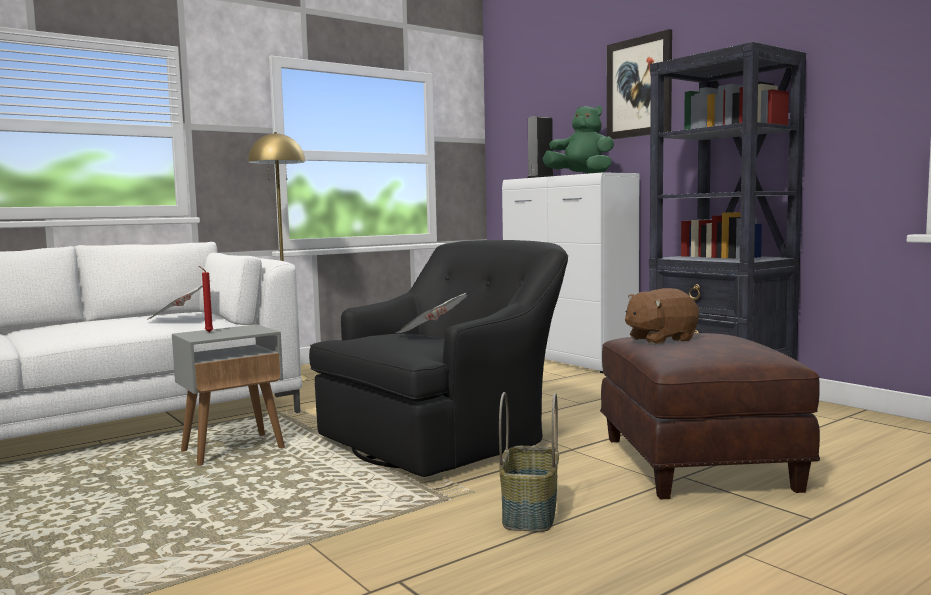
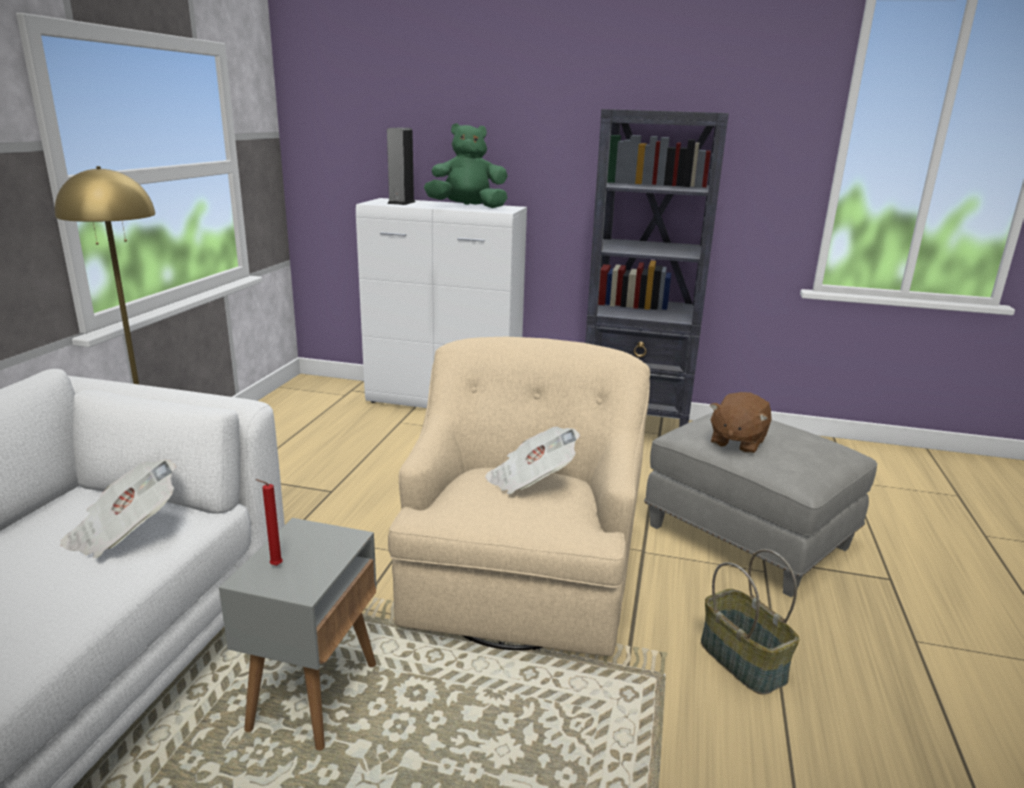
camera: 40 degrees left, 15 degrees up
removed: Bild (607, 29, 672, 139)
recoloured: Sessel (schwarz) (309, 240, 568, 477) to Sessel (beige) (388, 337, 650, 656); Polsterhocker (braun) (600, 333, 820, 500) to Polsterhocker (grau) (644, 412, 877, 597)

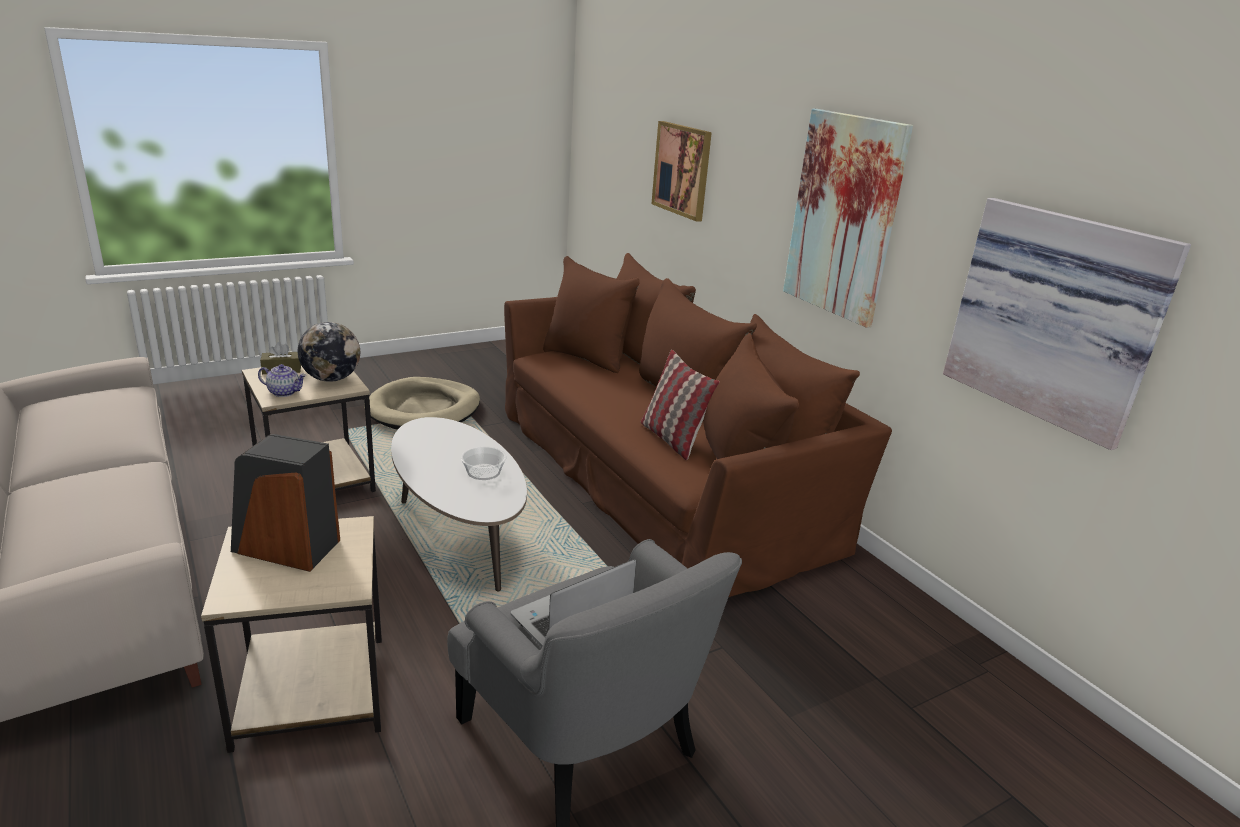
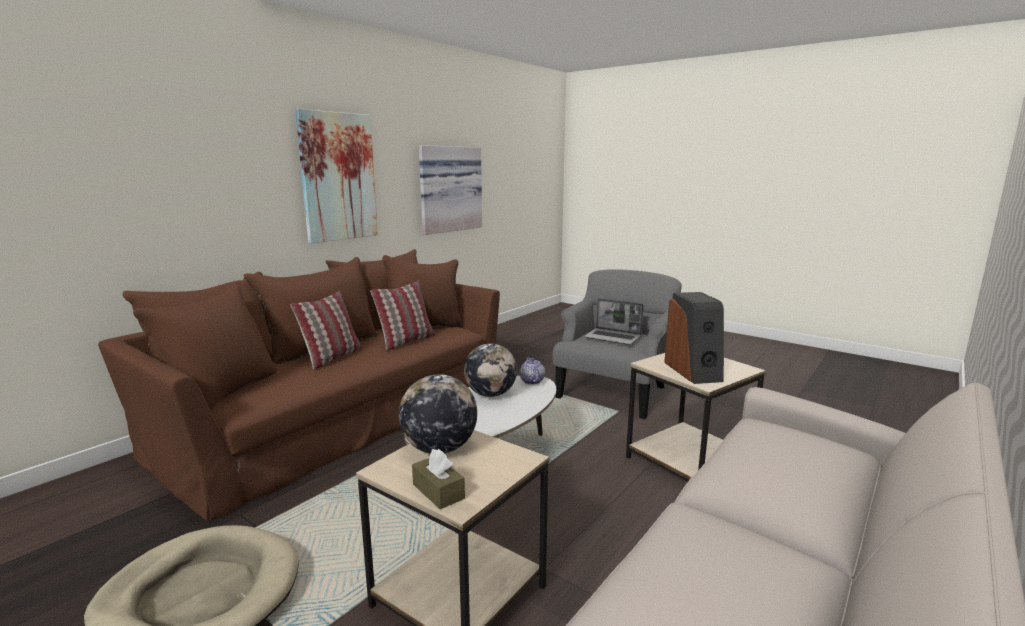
camera: 110 degrees left, 10 degrees down
removed: Bild (651, 121, 712, 222)
added: Kissen (291, 290, 362, 370)
moved: Teekanne (258, 364, 306, 397) to (520, 357, 545, 385)
replaced: Schüssel (461, 446, 507, 480) to Globus (464, 343, 517, 397)

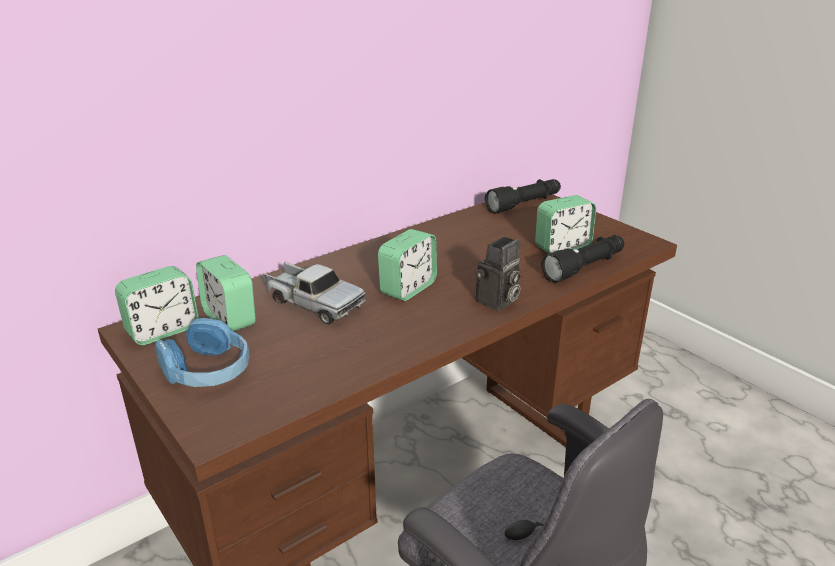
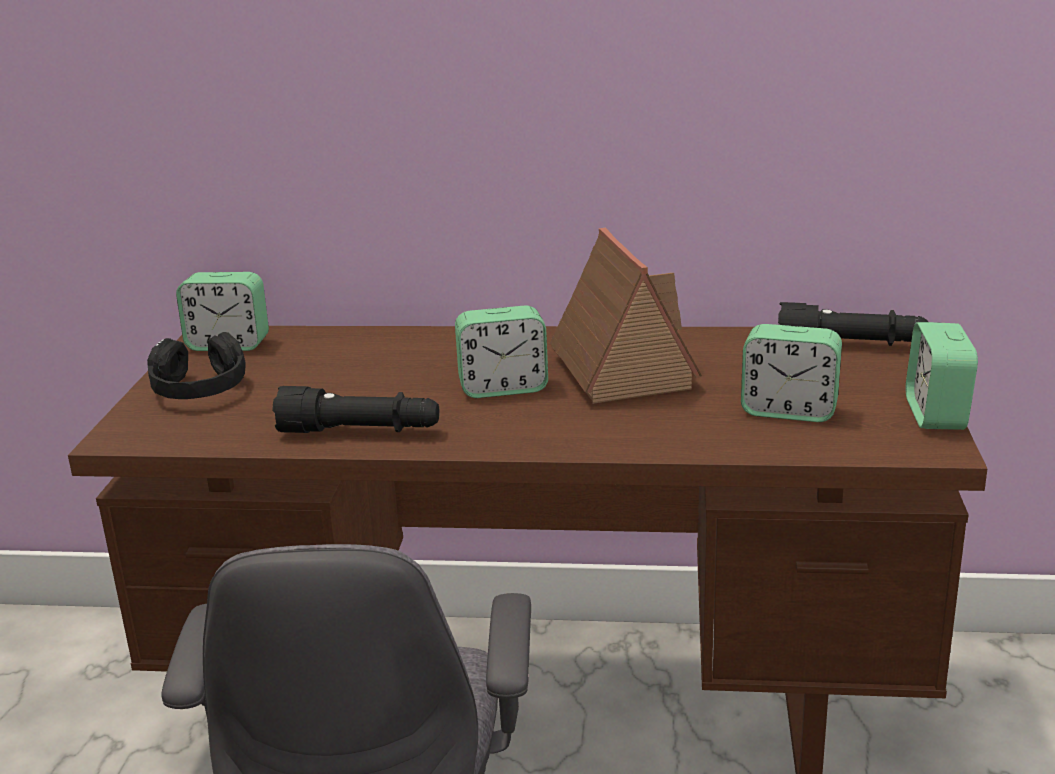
camera: 45 degrees right, 5 degrees down
removed: Spielzeuglaster (263, 262, 366, 324); Kamera (476, 236, 521, 311)
added: Spielzeughaus (550, 228, 702, 404)
moved: Wecker (196, 255, 256, 331) to (906, 322, 978, 430); Taschenlampe (schwarz) (541, 235, 624, 283) to (272, 386, 440, 433)
recoloured: Kopfhörer (blau) (155, 318, 250, 387) to Kopfhörer (schwarz) (147, 332, 246, 399)

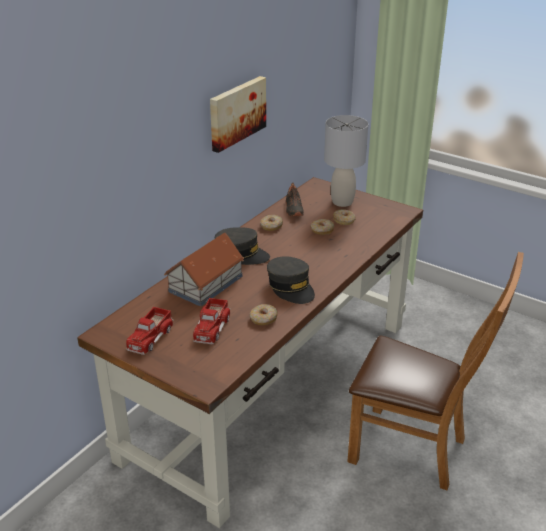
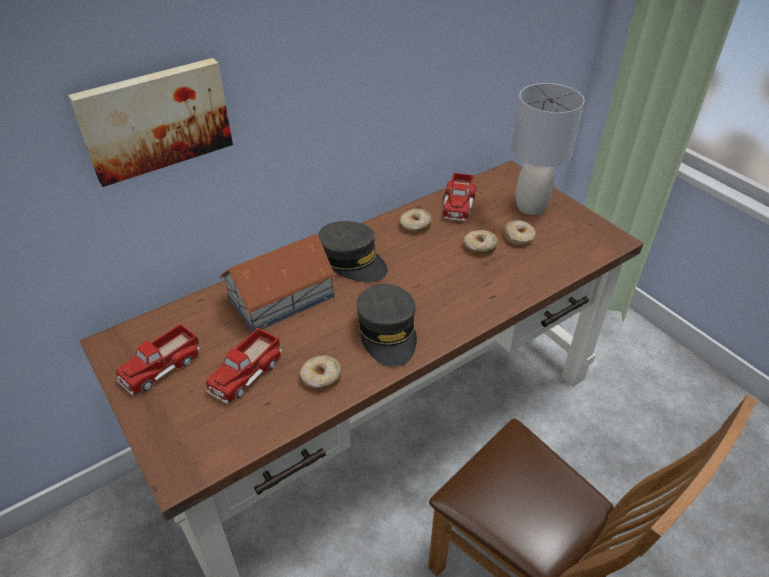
camera: 20 degrees right, 10 degrees up
moved: Bild (210, 76, 266, 153) to (68, 58, 233, 187)
replaced: Schuh (schwarz) (286, 183, 304, 216) to Spielzeuglaster (443, 173, 476, 221)

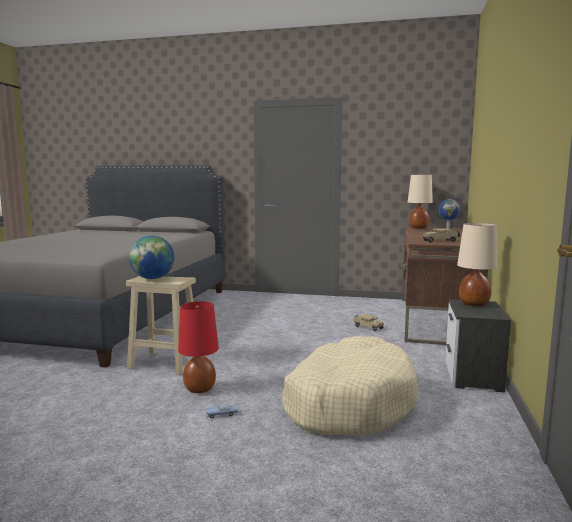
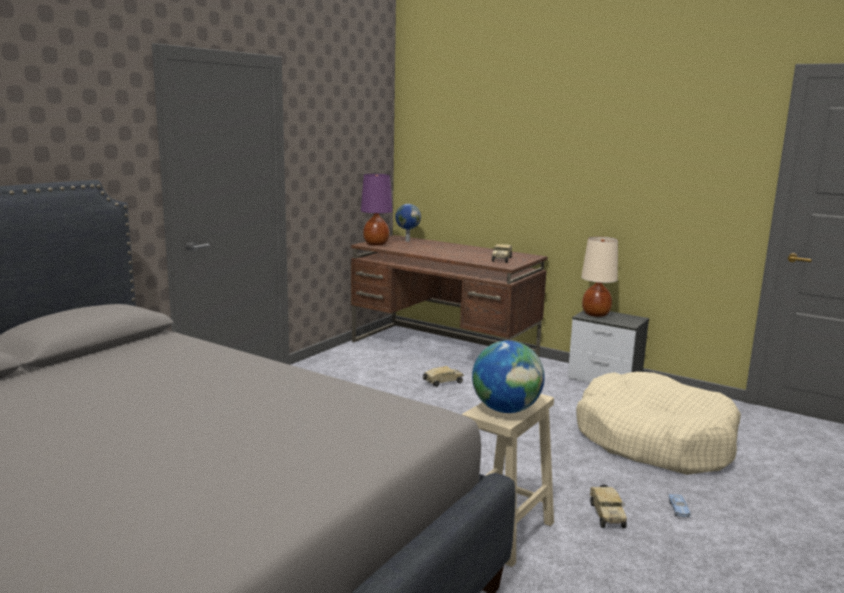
camera: 70 degrees left, 5 degrees up
replaced: Tischlampe (rot) (178, 301, 219, 393) to Spielzeuglaster (590, 484, 627, 528)
recoloured: Tischlampe (beige) (408, 175, 433, 229) to Tischlampe (lila) (361, 174, 392, 245)

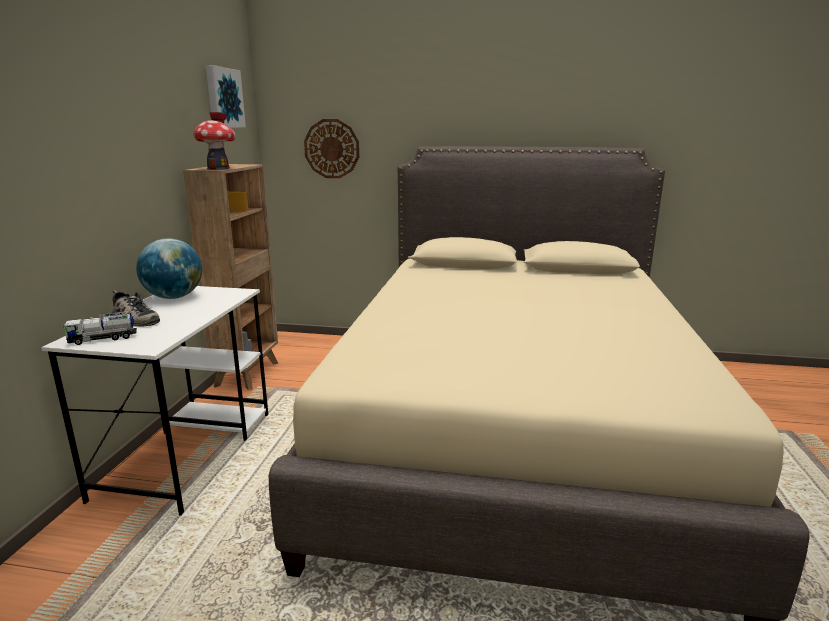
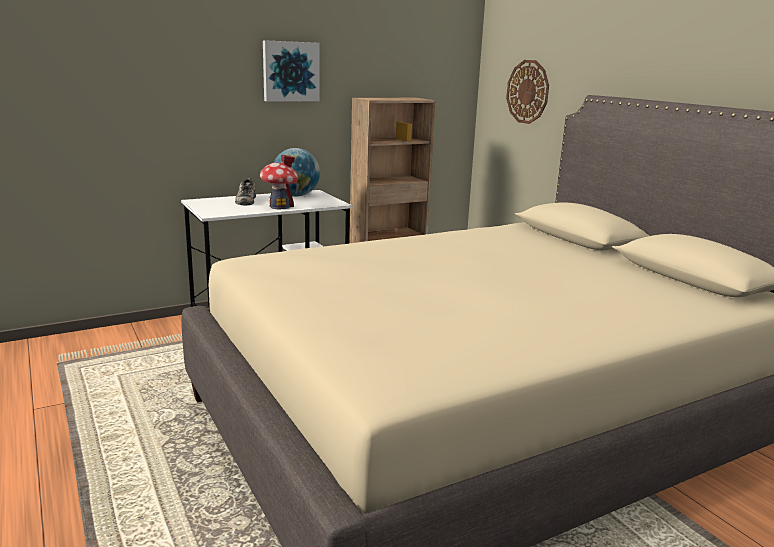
camera: 50 degrees right, 0 degrees up
removed: Spielzeuglaster (63, 311, 137, 345)
moved: Spielzeughaus (193, 112, 236, 170) to (260, 155, 298, 209); Bild (206, 65, 246, 128) to (263, 40, 320, 101)

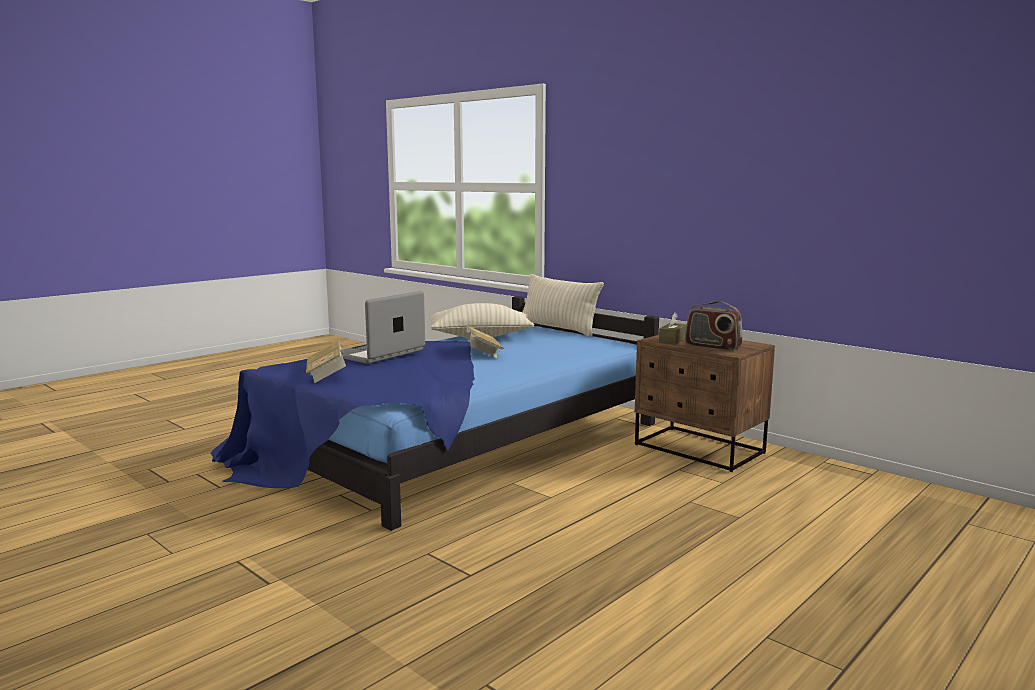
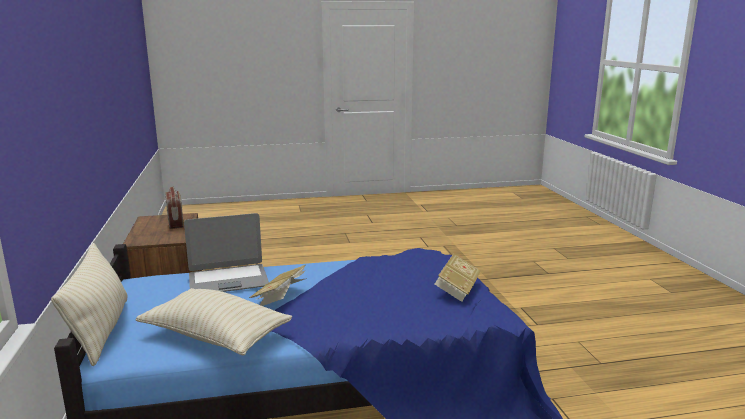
camera: 145 degrees left, 5 degrees up
removed: Taschentuchbox (braun) (659, 313, 686, 345)
moved: Laptop (341, 291, 425, 364) to (184, 213, 269, 292)

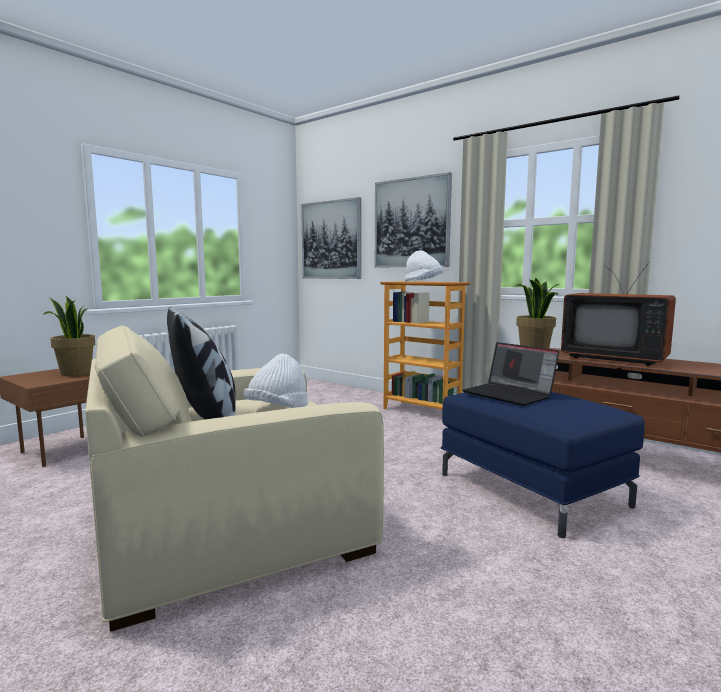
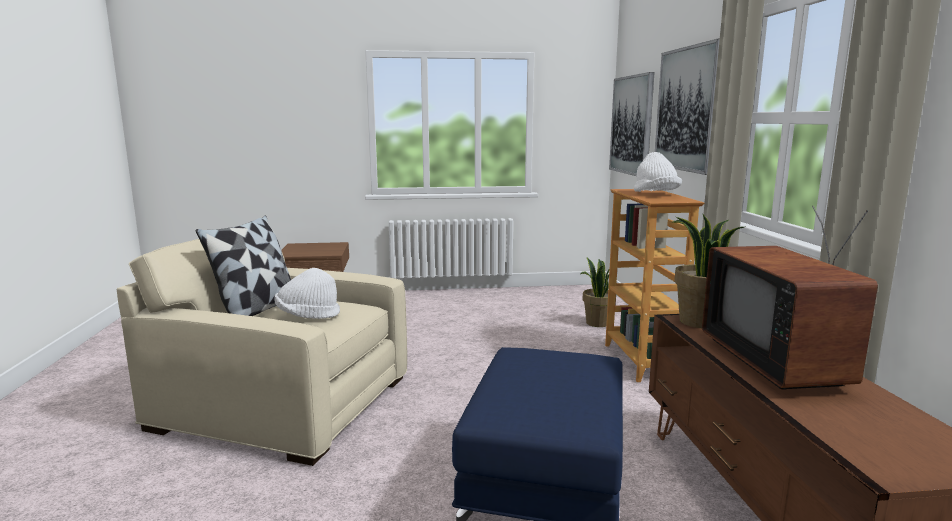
camera: 45 degrees right, 5 degrees up
removed: Laptop (462, 342, 559, 406)
moved: Topfpflanze (43, 296, 95, 376) to (580, 257, 616, 327)

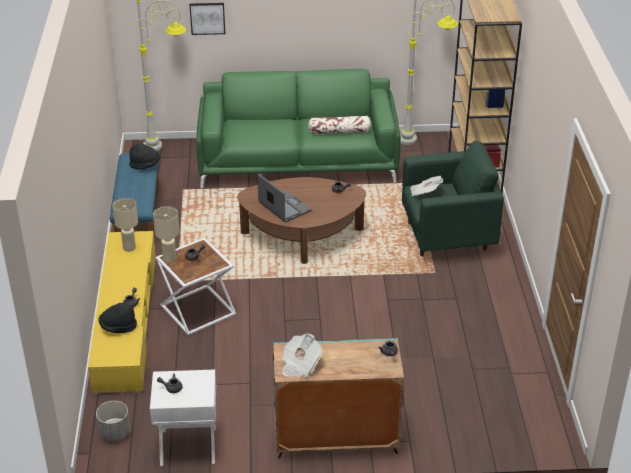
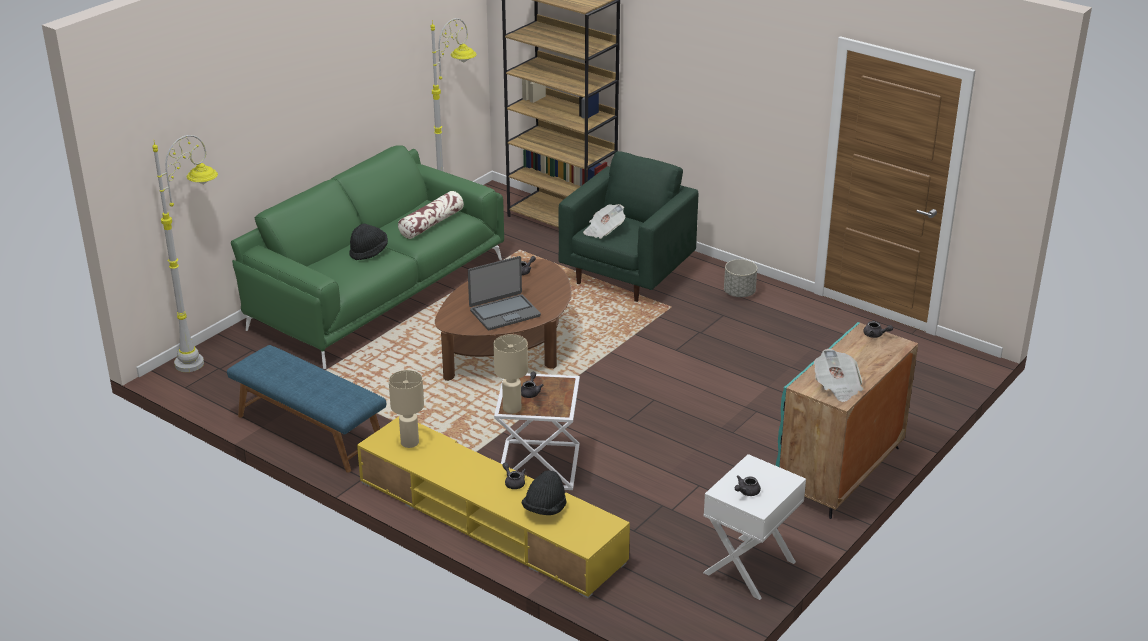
camera: 50 degrees left, 5 degrees down
removed: Bild (190, 3, 225, 35)
moved: Pflanzkübel (grau) (96, 401, 130, 441) to (724, 259, 757, 297); Hut (schwarz) (129, 143, 160, 169) to (349, 224, 388, 260)
turned: Laptop (257, 174, 311, 222) = (468, 256, 541, 330) 150 degrees clockwise

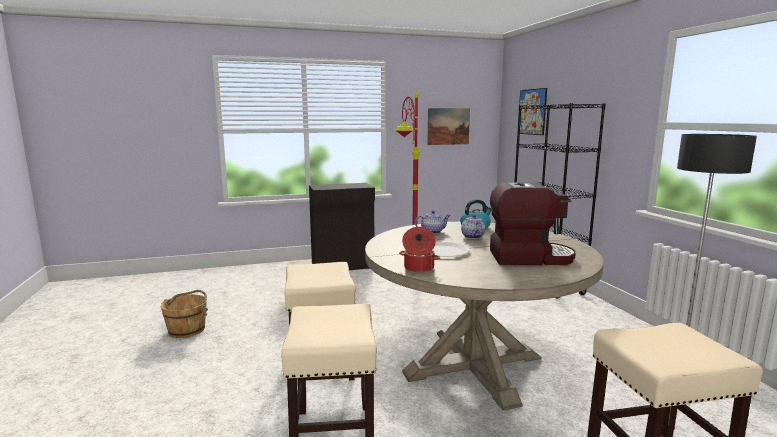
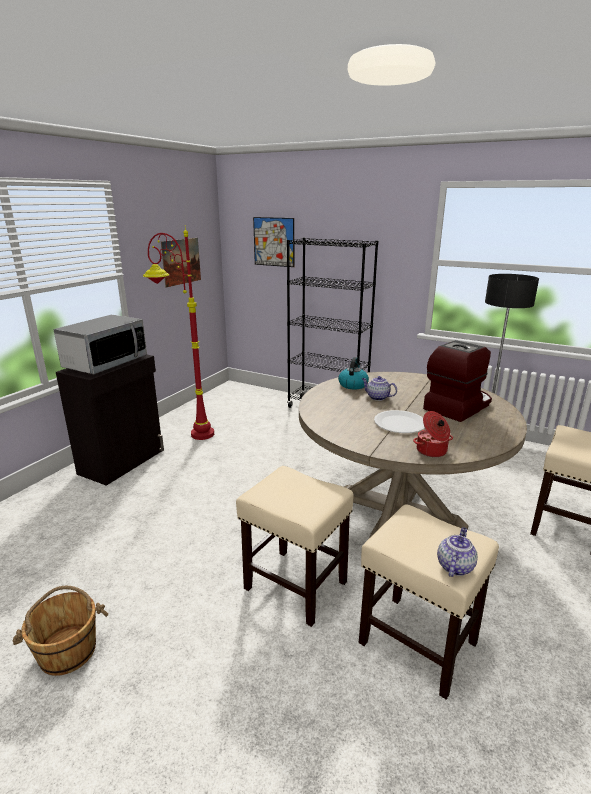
camera: 45 degrees left, 10 degrees up
added: Mikrowelle (53, 315, 147, 374)
moved: Teekanne (415, 211, 450, 234) to (437, 527, 478, 577)

